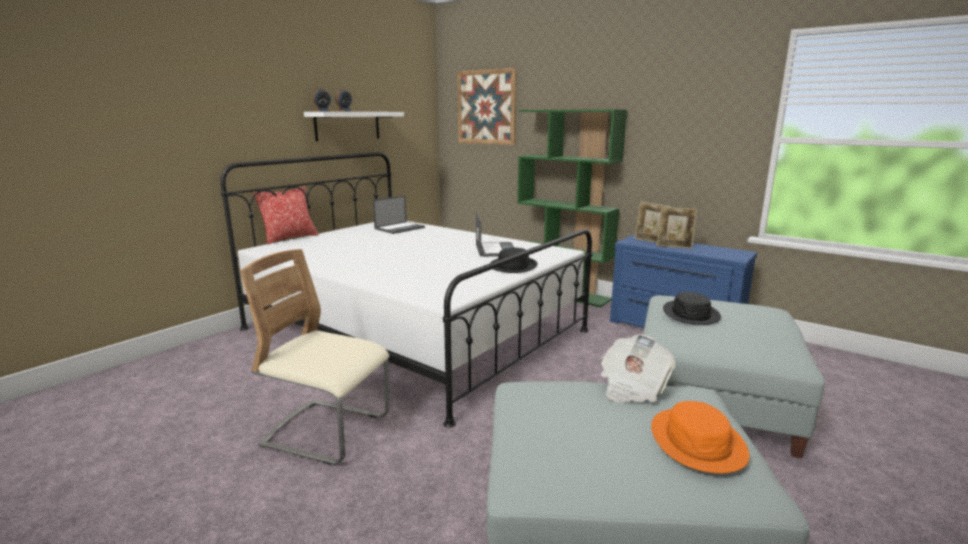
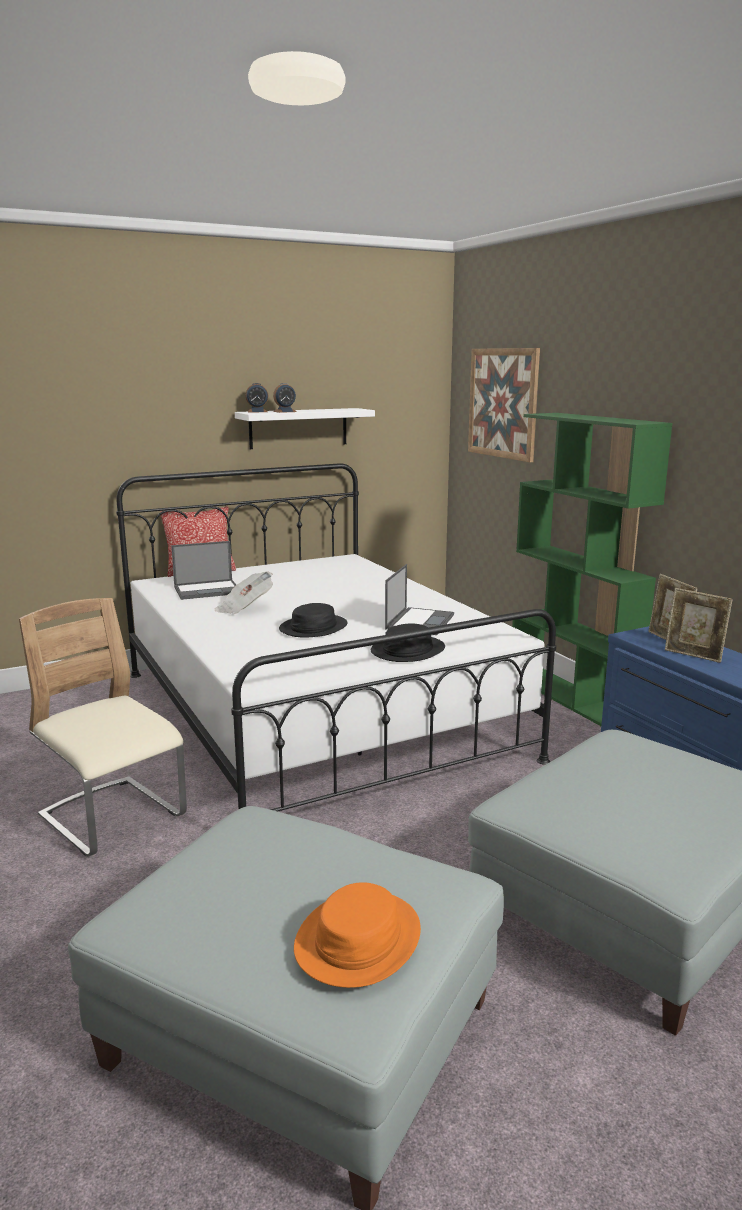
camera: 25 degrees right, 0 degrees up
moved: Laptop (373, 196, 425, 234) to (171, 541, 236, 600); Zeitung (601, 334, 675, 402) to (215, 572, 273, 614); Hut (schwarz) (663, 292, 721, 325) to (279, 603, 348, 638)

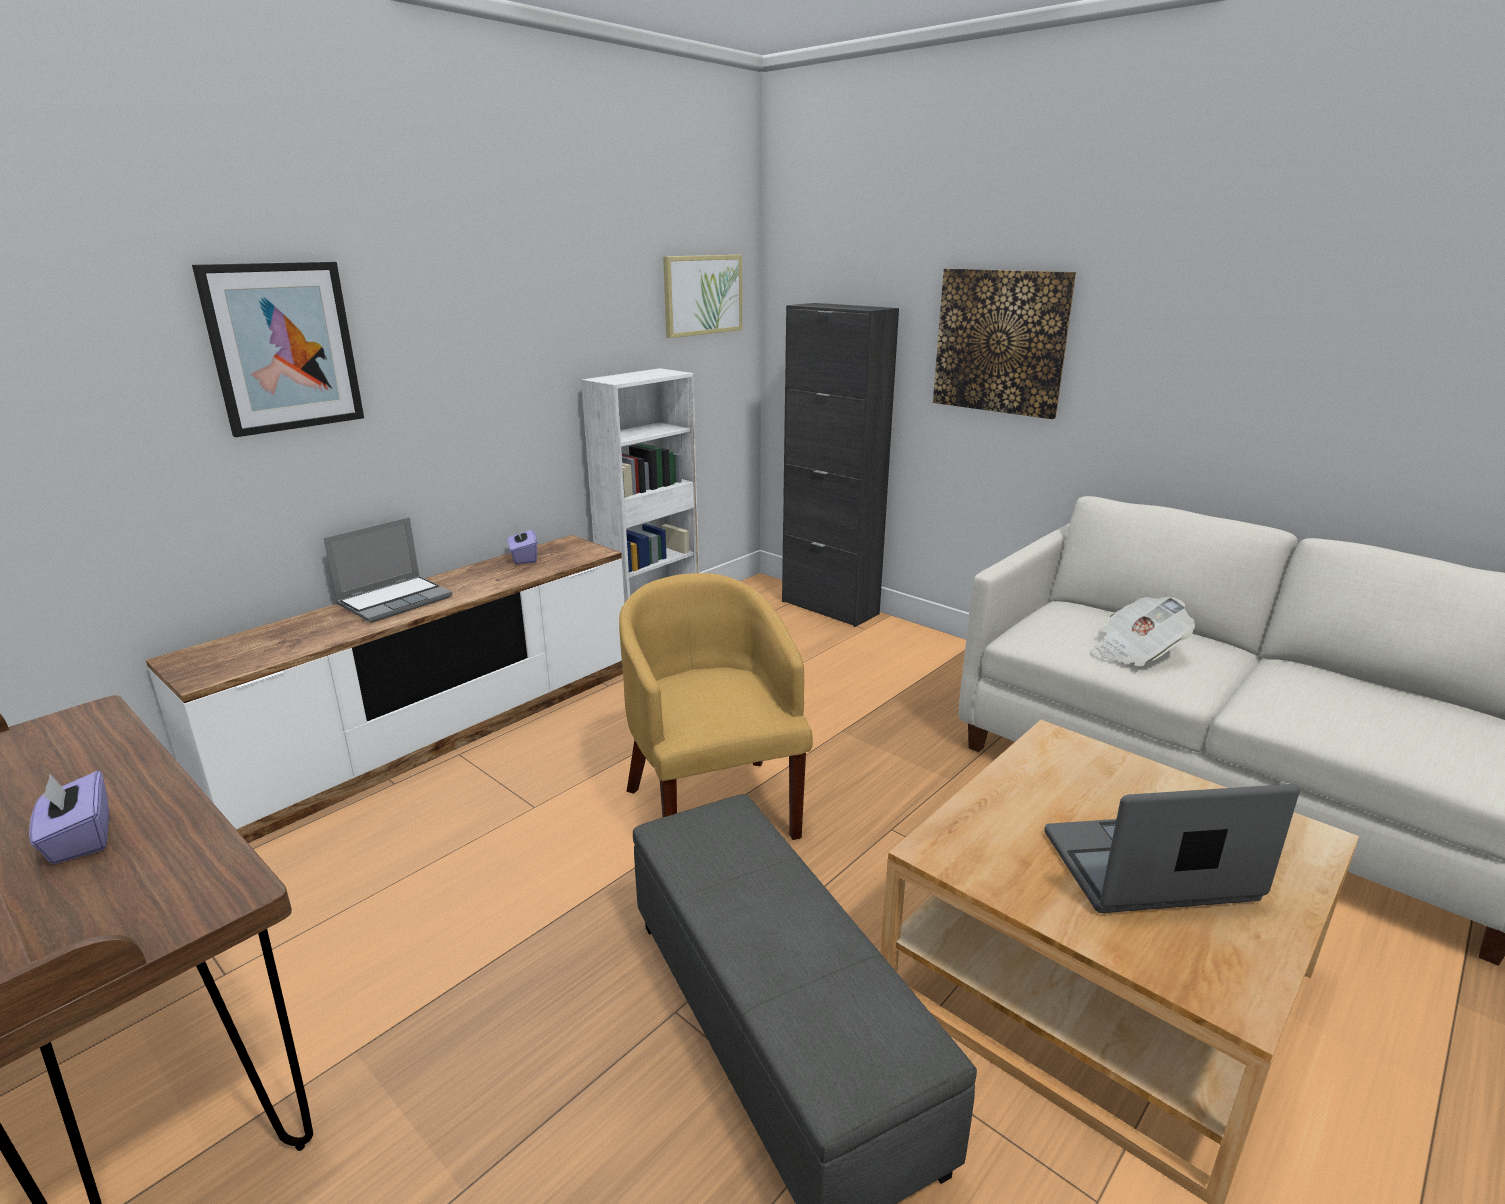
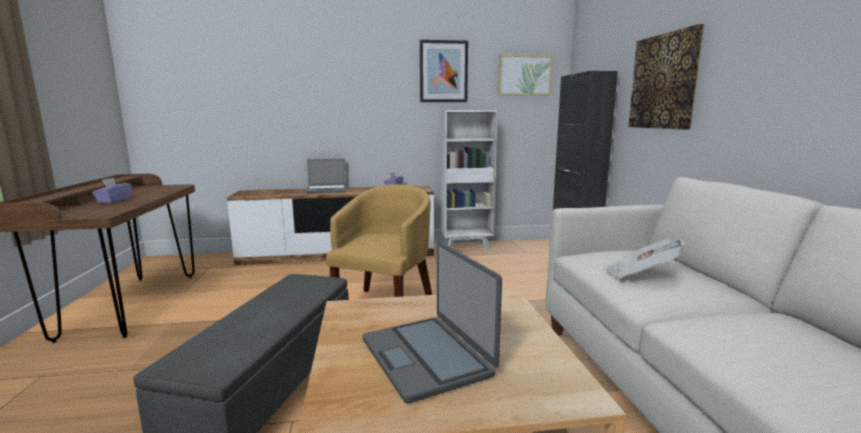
camera: 40 degrees right, 10 degrees down
moved: Bild (192, 262, 364, 437) to (420, 40, 468, 102)
turned: Laptop (1044, 784, 1300, 913) = (362, 242, 502, 403) 150 degrees counterclockwise

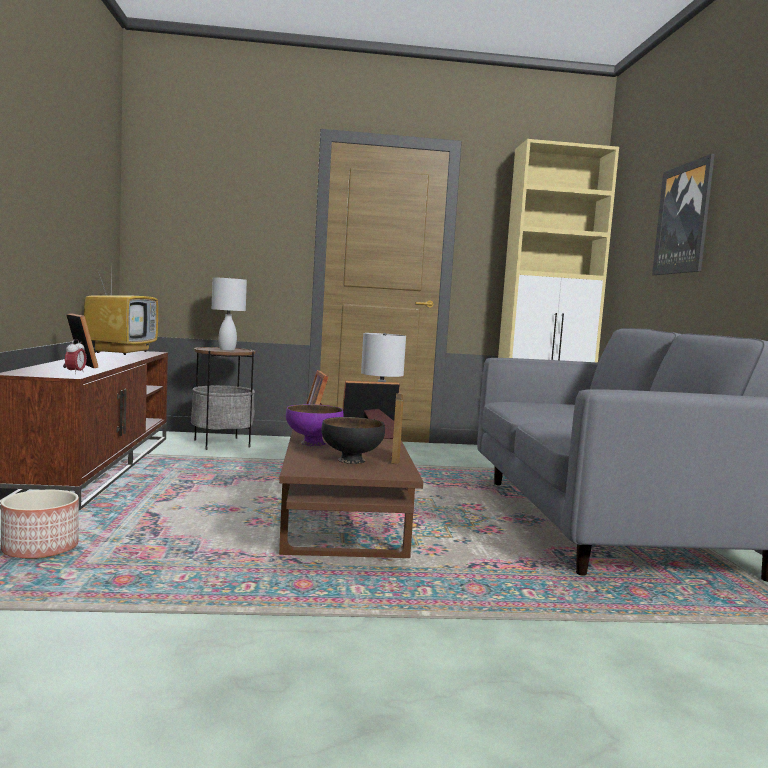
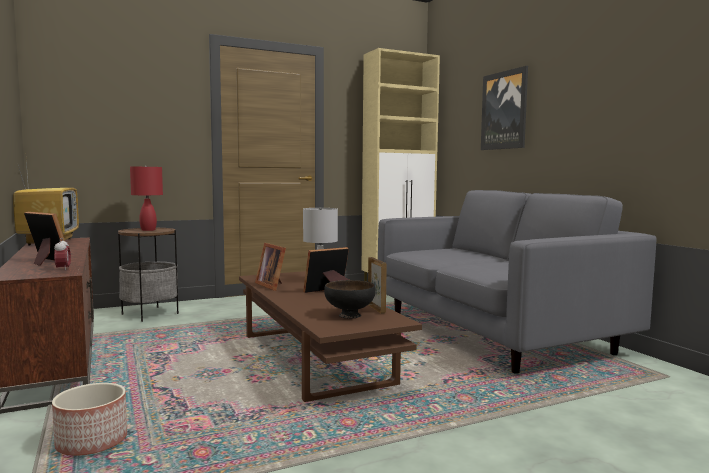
camera: 20 degrees left, 0 degrees up
removed: Schüssel (lila) (286, 404, 343, 446)
recoloured: Tischlampe (weiß) (212, 277, 247, 350) to Tischlampe (rot) (130, 166, 163, 231)

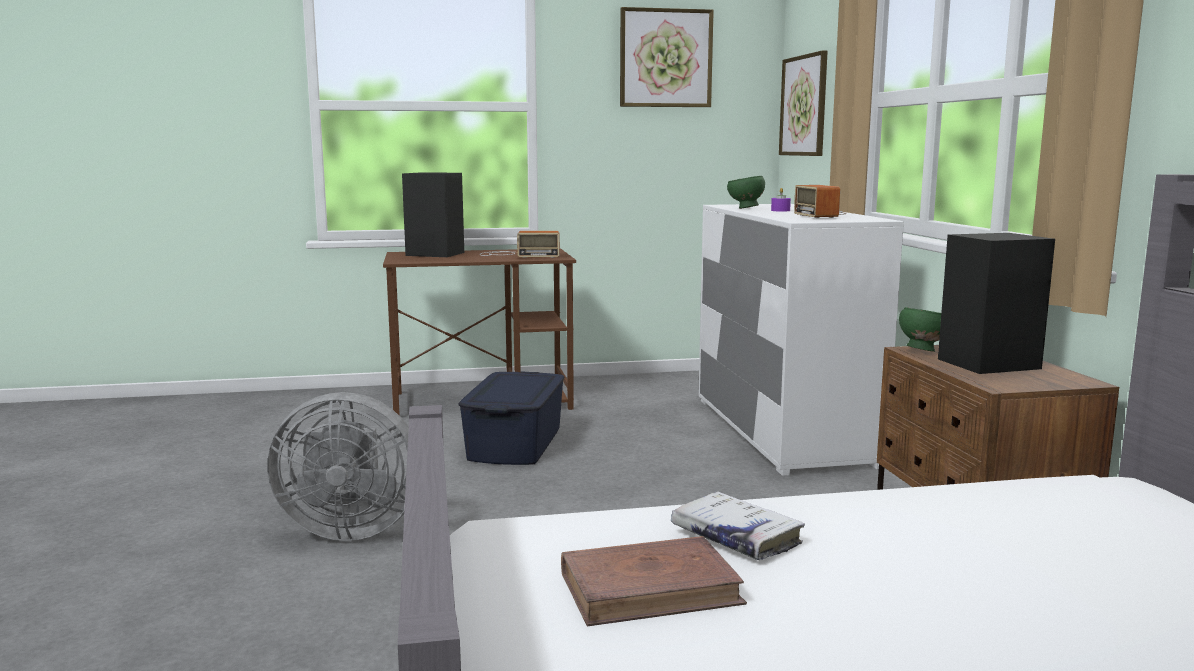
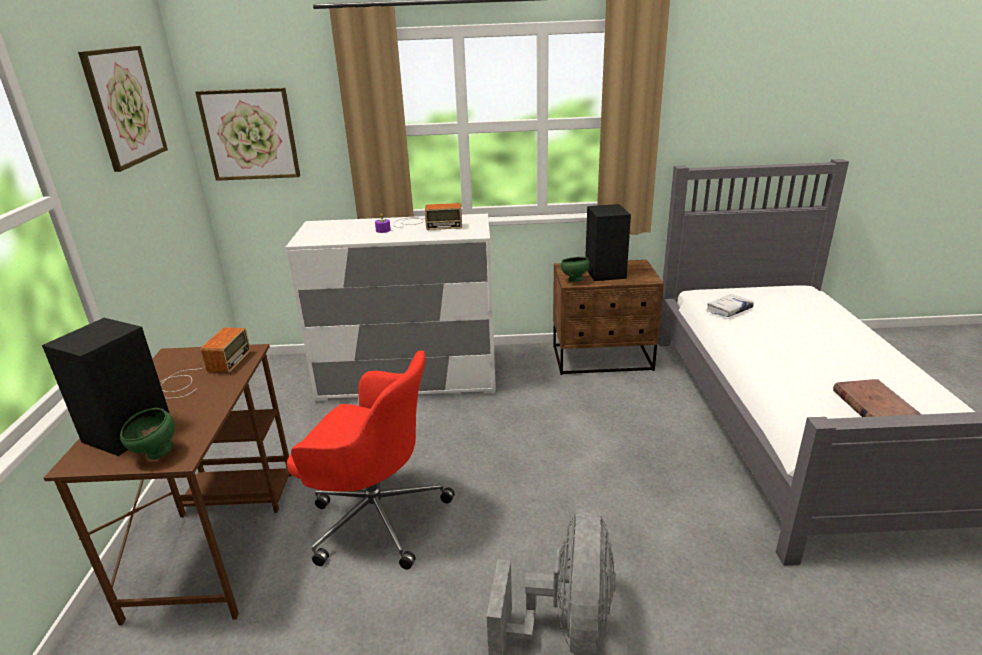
camera: 80 degrees left, 15 degrees up
moved: Buch (weiß) (671, 492, 805, 560) to (706, 294, 754, 317); Schüssel (grün) (727, 176, 765, 209) to (120, 408, 175, 460)
replaced: Aufbewahrungsbox (blau) (458, 371, 564, 465) to Bürostuhl (rot) (287, 350, 455, 570)

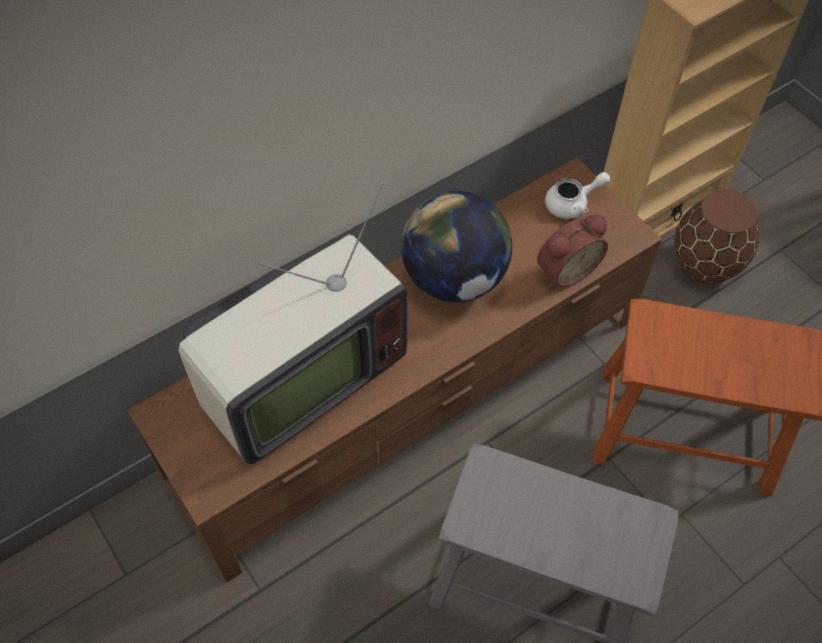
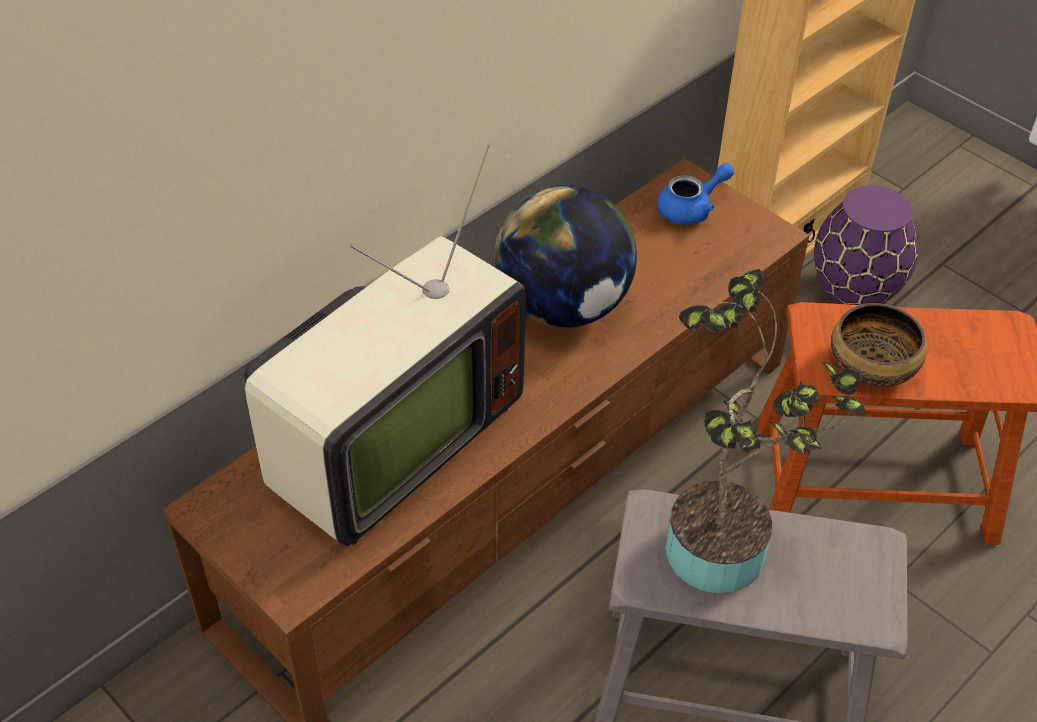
camera: 10 degrees left, 10 degrees down
removed: Wecker (537, 214, 608, 287)
added: Topfpflanze (665, 269, 865, 593); Schüssel (831, 303, 927, 387)
recoloured: Teekanne (weiß) (545, 172, 610, 219) to Teekanne (blau) (657, 163, 734, 225); Vase (braun) (675, 189, 759, 285) to Vase (lila) (814, 185, 918, 305)

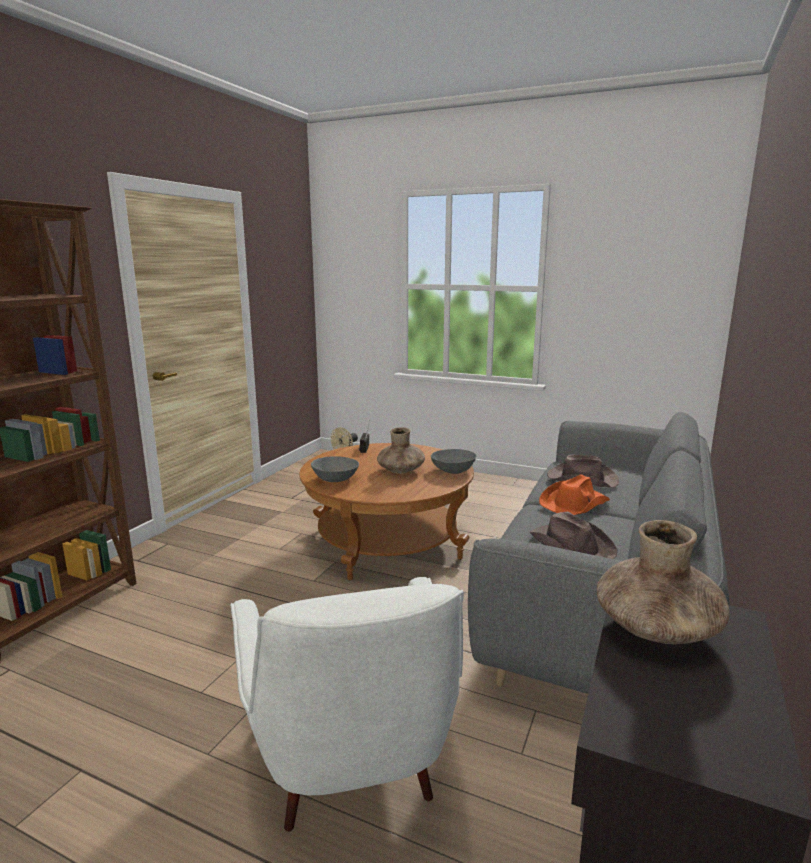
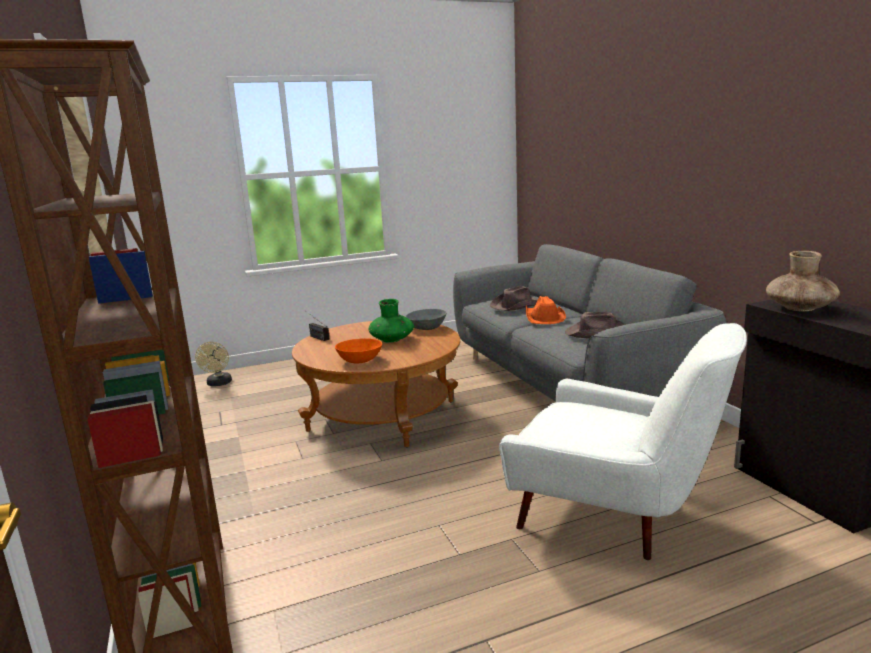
camera: 45 degrees left, 0 degrees up
recoloured: Schüssel (grau) (311, 456, 359, 482) to Schüssel (orange) (335, 338, 382, 364); Vase (braun) (377, 427, 425, 474) to Vase (grün) (368, 299, 414, 343)

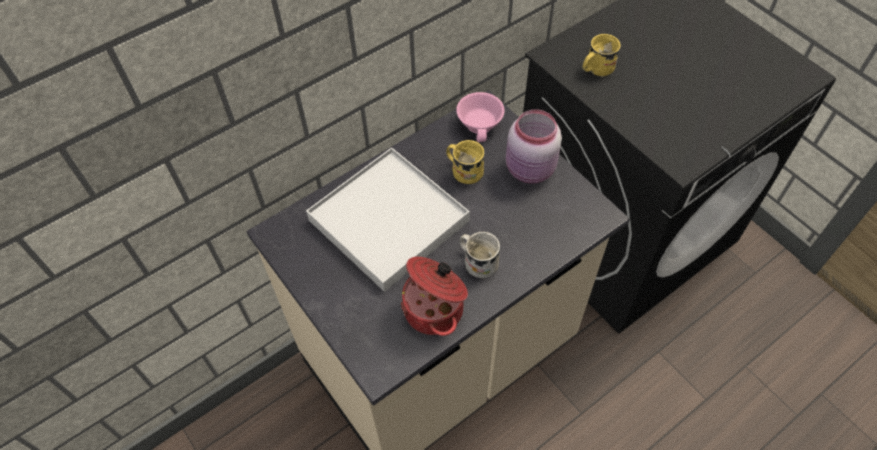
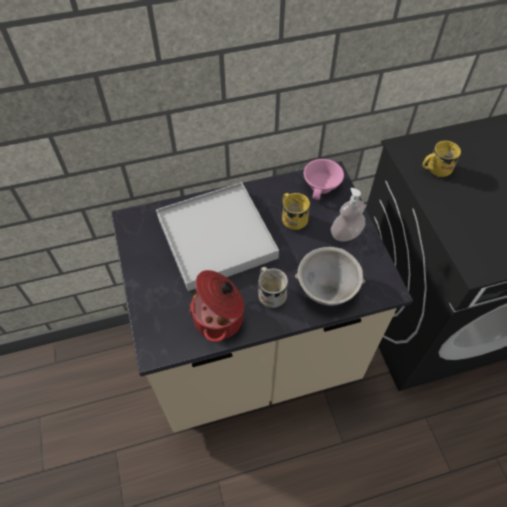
camera: 20 degrees right, 0 degrees up
added: Schüssel (grau) (295, 247, 365, 306)
replaced: Vorratsglas (rosa) (506, 109, 562, 184) to Seifenspender (331, 188, 365, 242)

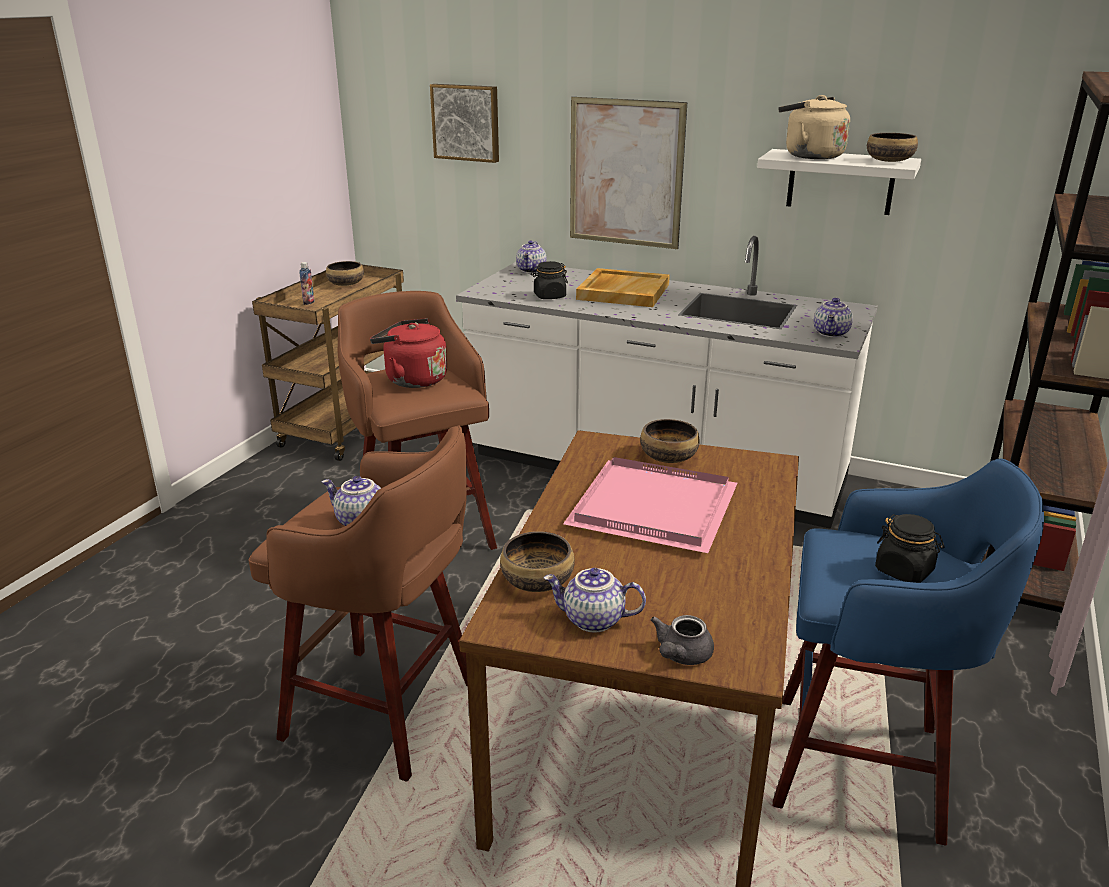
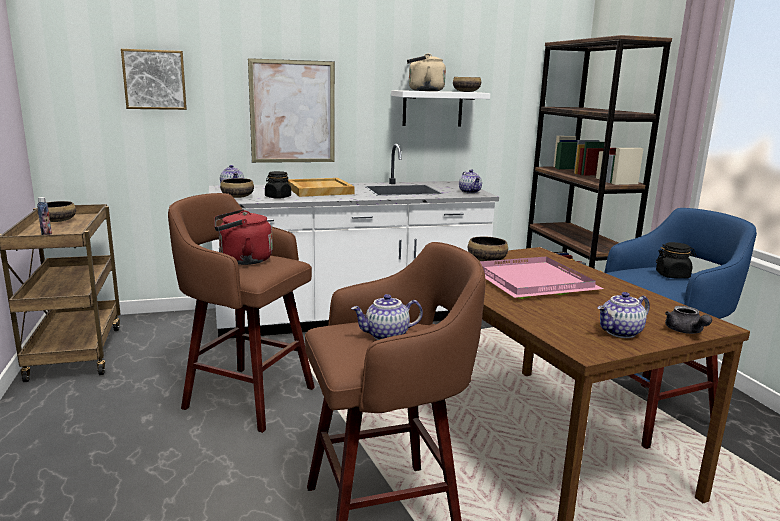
camera: 40 degrees left, 10 degrees down
moved: Schüssel (500, 531, 575, 592) to (220, 178, 254, 198)

